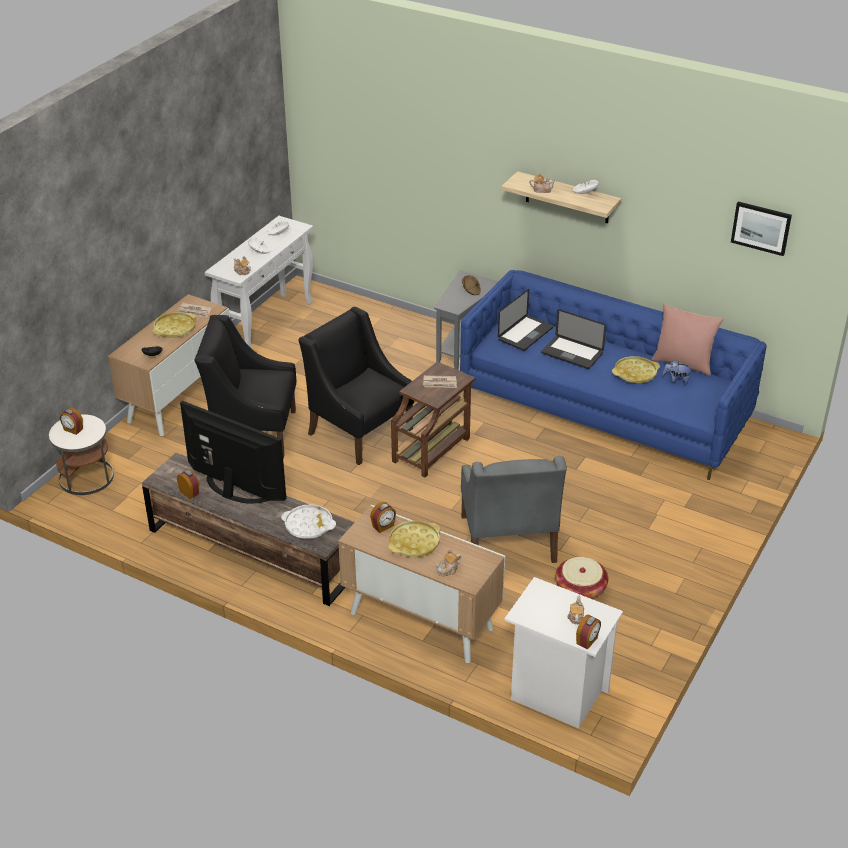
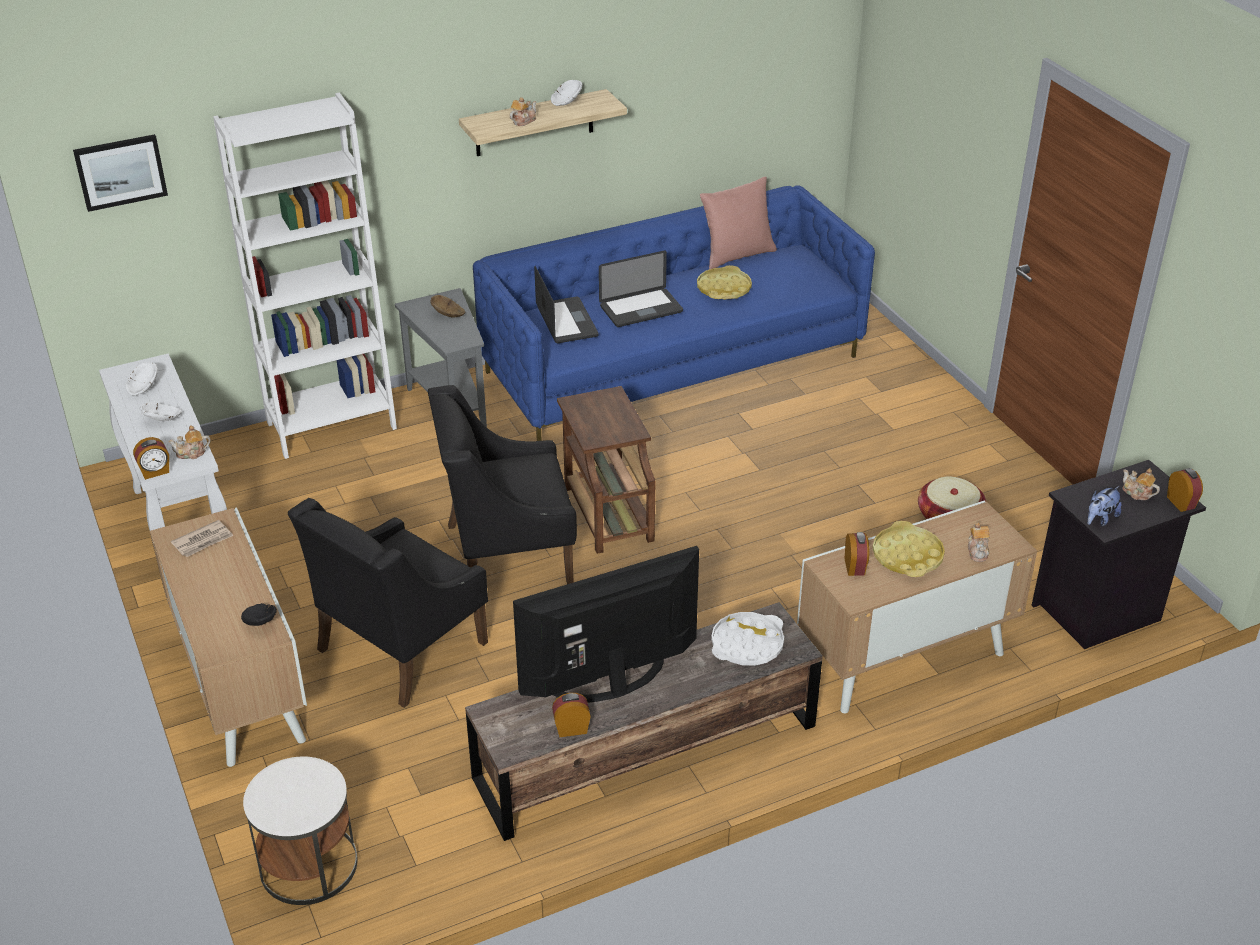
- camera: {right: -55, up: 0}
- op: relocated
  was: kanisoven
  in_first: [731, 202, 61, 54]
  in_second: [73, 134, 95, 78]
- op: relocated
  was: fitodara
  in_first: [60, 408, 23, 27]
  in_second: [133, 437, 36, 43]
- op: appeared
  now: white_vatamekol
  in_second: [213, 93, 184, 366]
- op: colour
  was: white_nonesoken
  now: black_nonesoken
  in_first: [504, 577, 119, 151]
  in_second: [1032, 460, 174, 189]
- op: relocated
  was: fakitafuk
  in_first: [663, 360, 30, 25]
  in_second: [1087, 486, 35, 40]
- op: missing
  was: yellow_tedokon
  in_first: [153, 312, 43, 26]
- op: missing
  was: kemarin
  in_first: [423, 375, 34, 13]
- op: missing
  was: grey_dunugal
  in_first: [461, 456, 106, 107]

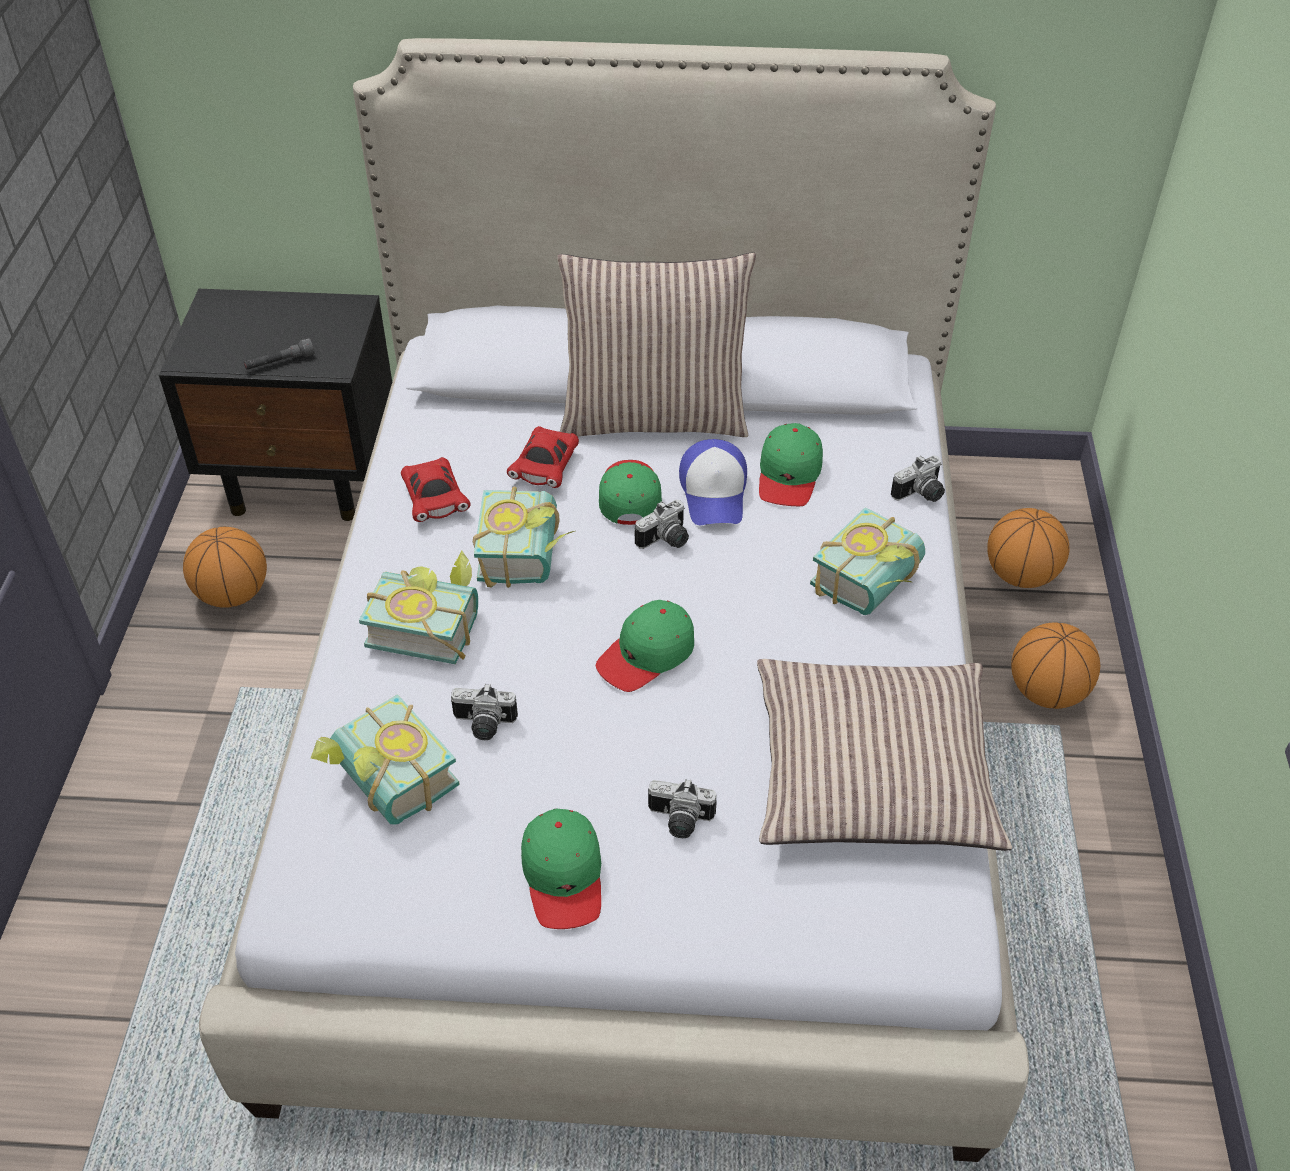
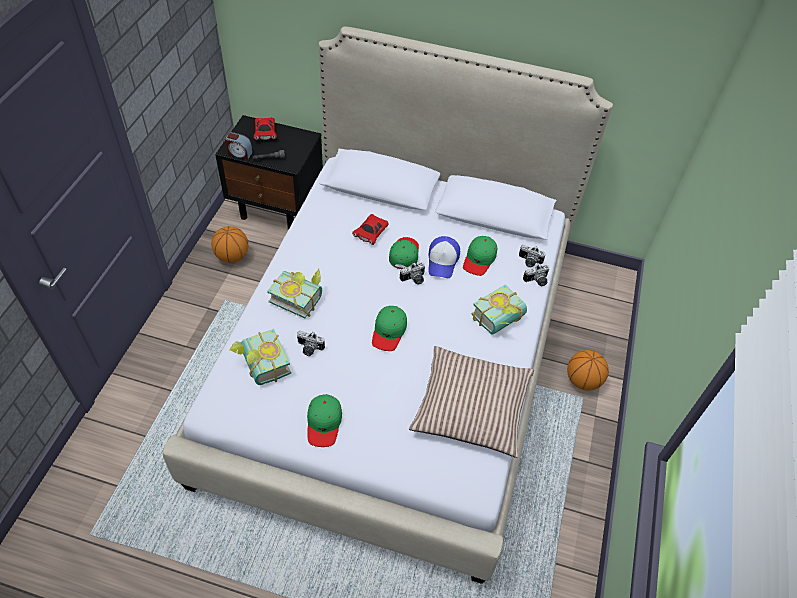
- camera: {right: 10, up: 5}
- op: appeared
  now: fitodara
  in_second: [225, 132, 28, 28]
- op: relocated
  was: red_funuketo
  in_first: [401, 457, 69, 65]
  in_second: [253, 117, 24, 23]
- op: spun
  was: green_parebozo
  in_first: [596, 600, 98, 92]
  in_second: [372, 306, 35, 45]
  clockwise: -45
- op: relocated
  was: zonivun
  in_first: [648, 779, 69, 59]
  in_second: [519, 245, 27, 23]
- op: missing
  was: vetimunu
  in_first: [473, 486, 101, 102]
- op: missing
  was: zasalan
  in_first: [557, 253, 199, 184]
- op: missing
  was: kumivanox
  in_first: [987, 508, 82, 80]

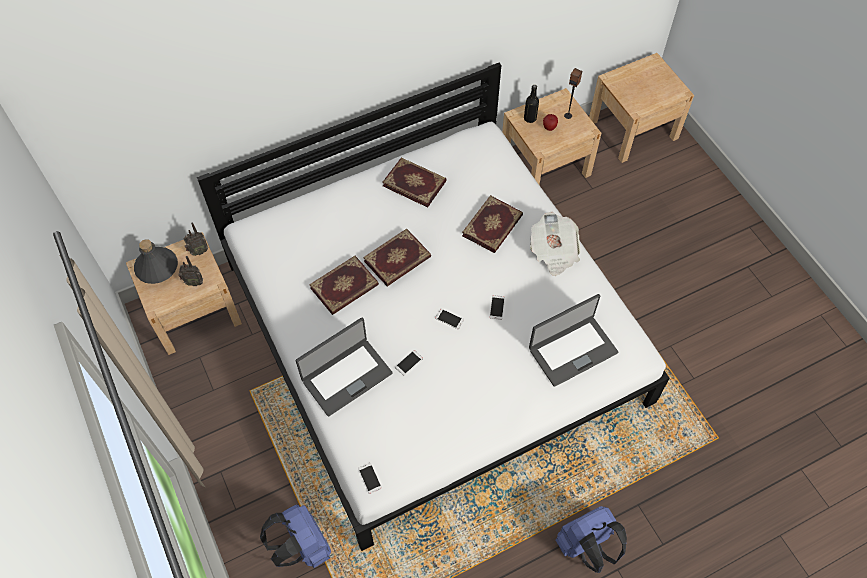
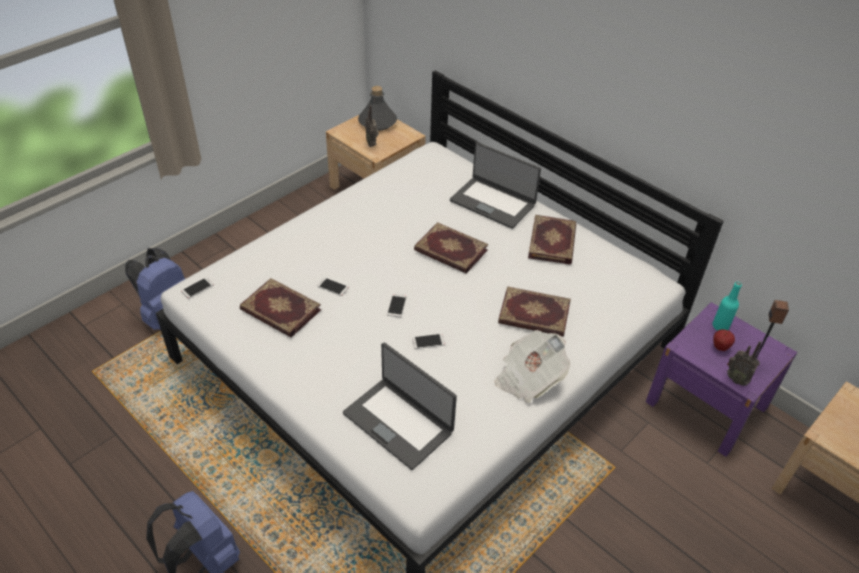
- camera: {right: 70, up: -15}
- op: relocated
  was: vetimunu
  in_first: [309, 256, 70, 59]
  in_second: [240, 278, 81, 59]
- op: relocated
  was: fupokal
  in_first: [296, 318, 97, 99]
  in_second: [450, 142, 91, 87]
- op: colour
  was: beige_nonesoken
  now: purple_nonesoken
  in_first: [502, 88, 99, 96]
  in_second: [646, 302, 151, 155]
- op: colour
  was: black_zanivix
  now: turquoise_zanivix
  in_first: [524, 85, 15, 38]
  in_second: [713, 282, 29, 49]
- op: relocated
  was: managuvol
  in_first: [183, 222, 25, 34]
  in_second: [727, 341, 35, 45]

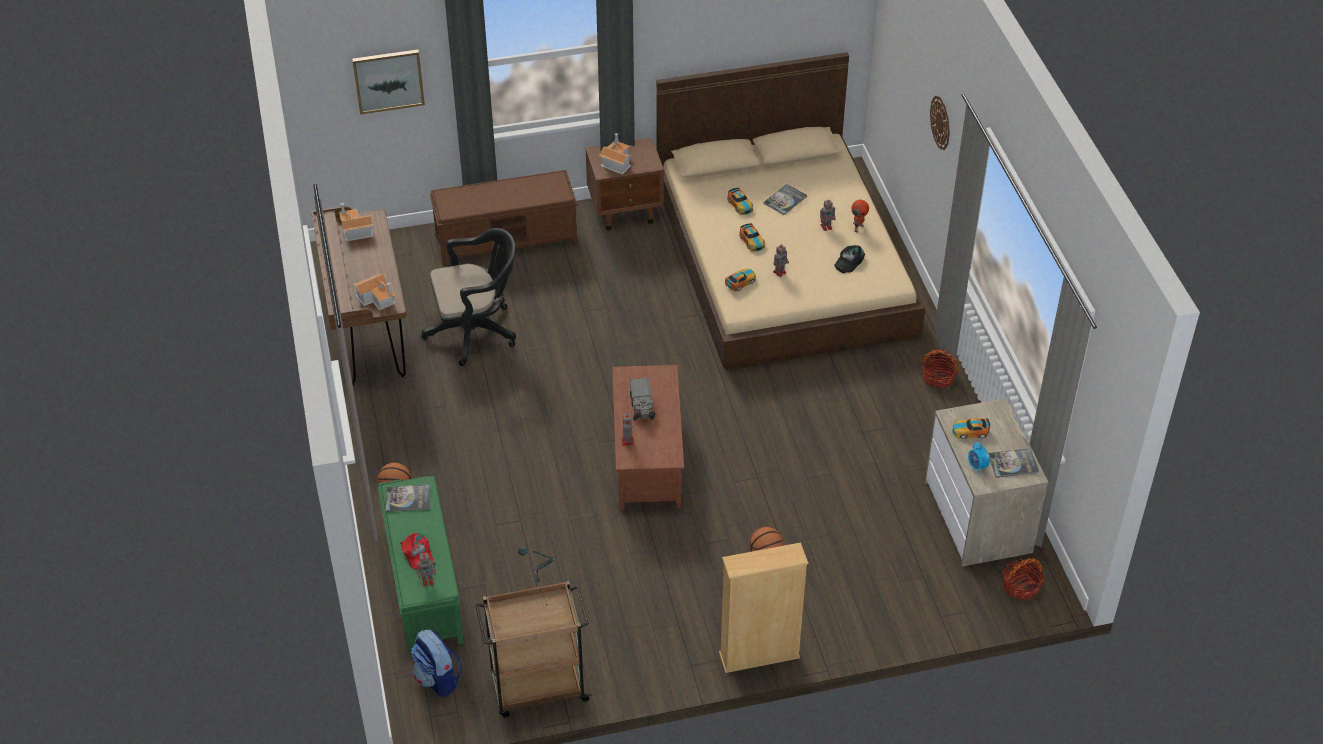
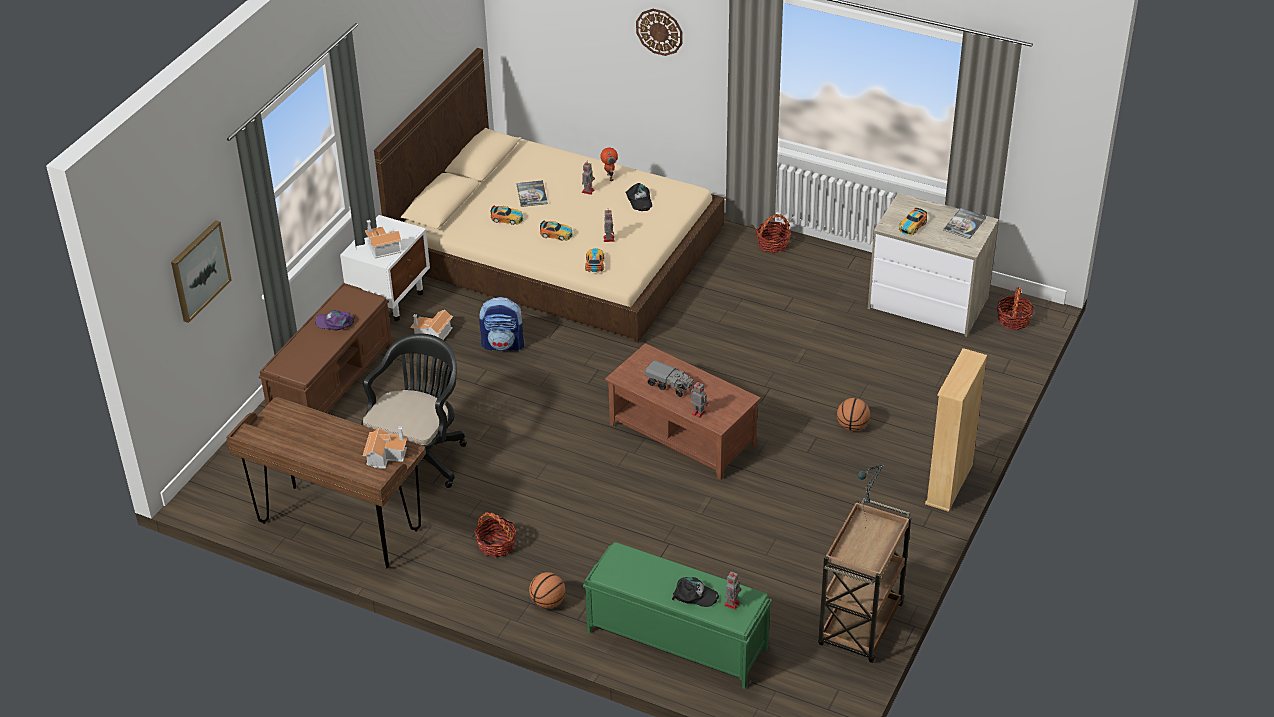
- camera: {right: -50, up: -5}
- op: appeared
  now: purple_parebozo
  in_second: [315, 310, 40, 20]
- op: colour
  was: brown_nonesoken
  now: white_nonesoken
  in_first: [585, 138, 79, 92]
  in_second: [340, 215, 90, 106]
- op: relocated
  was: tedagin
  in_first: [339, 202, 34, 39]
  in_second: [410, 310, 43, 30]
- op: appeared
  now: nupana
  in_second: [475, 512, 42, 46]
- op: relocated
  was: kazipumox
  in_first: [411, 629, 51, 68]
  in_second: [479, 297, 45, 54]
- op: colour
  was: red_parebozo
  now: black_parebozo
  in_first: [400, 533, 33, 37]
  in_second: [672, 577, 47, 30]
- op: missing
  was: vetimunu
  in_first: [385, 484, 45, 28]
- op: missing
  was: fitodara
  in_first: [968, 442, 22, 31]

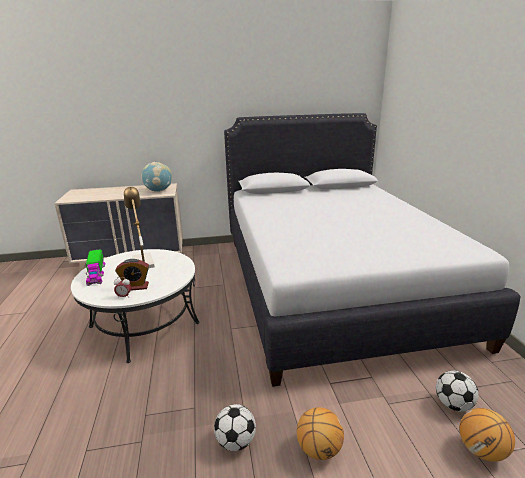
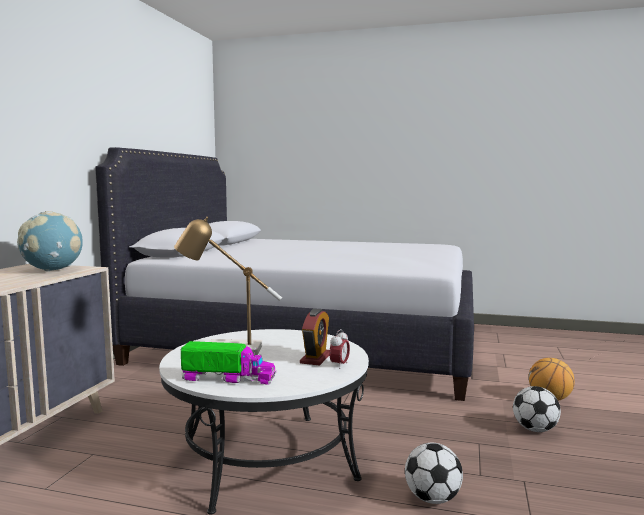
- camera: {right: -65, up: -15}
- op: relocated
  was: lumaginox
  in_first: [436, 371, 43, 40]
  in_second: [405, 442, 58, 62]
- op: missing
  was: kumivanox
  in_first: [460, 408, 55, 54]

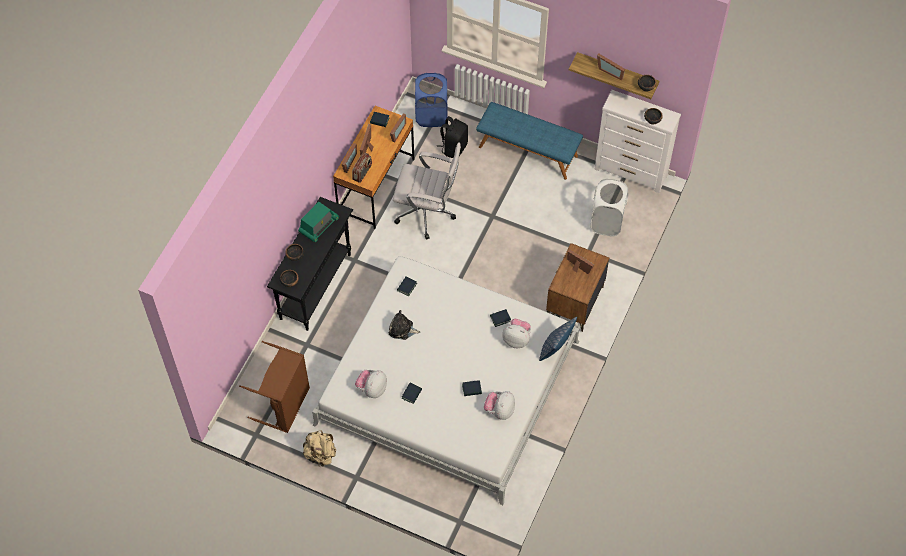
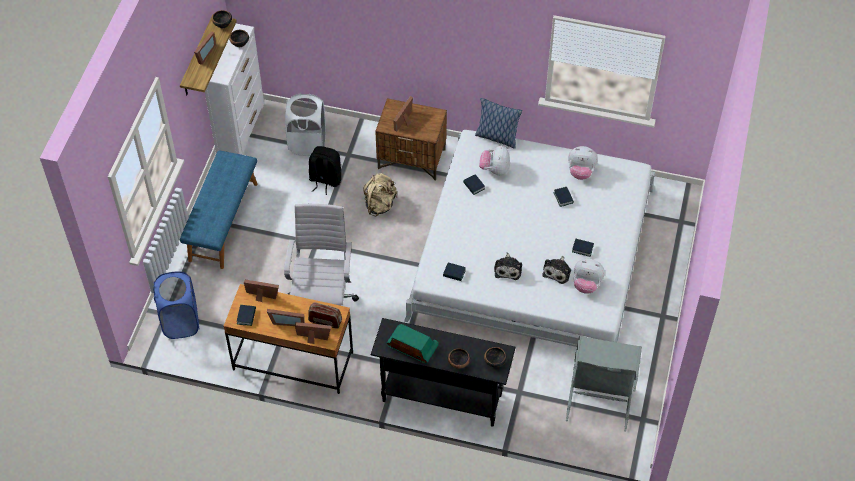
- camera: {right: -100, up: -5}
- op: relocated
  was: black_kazipumox
  in_first: [437, 116, 31, 42]
  in_second: [309, 146, 32, 49]
- op: relocated
  was: beige_kazipumox
  in_first: [303, 430, 33, 36]
  in_second: [363, 173, 34, 43]
- op: appeared
  now: fakitafuk
  in_second: [542, 256, 29, 28]
- op: colour
  was: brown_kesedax
  now: grey_kesedax
  in_first: [239, 341, 71, 92]
  in_second: [566, 336, 76, 96]

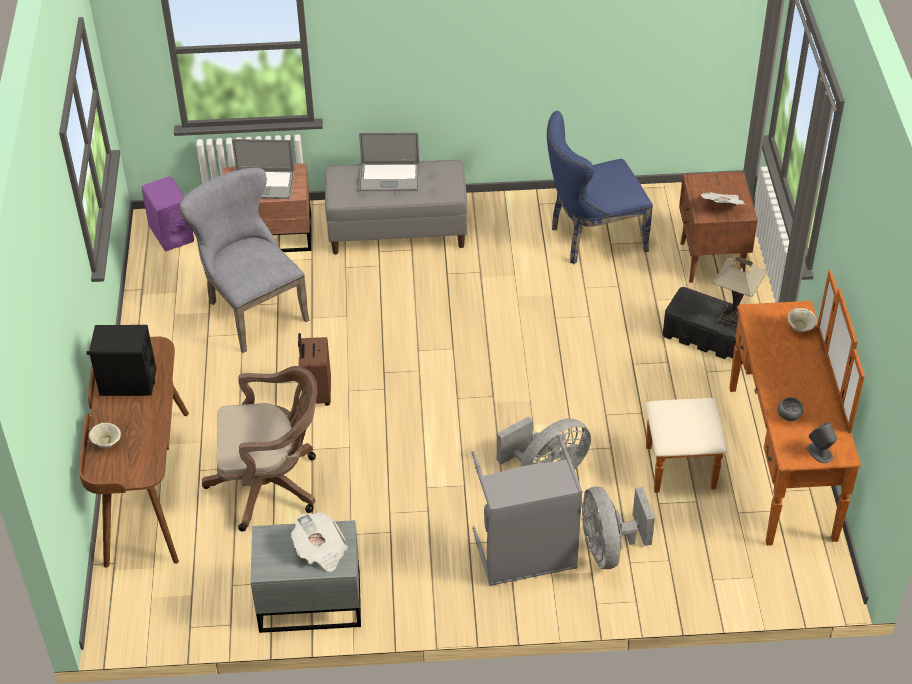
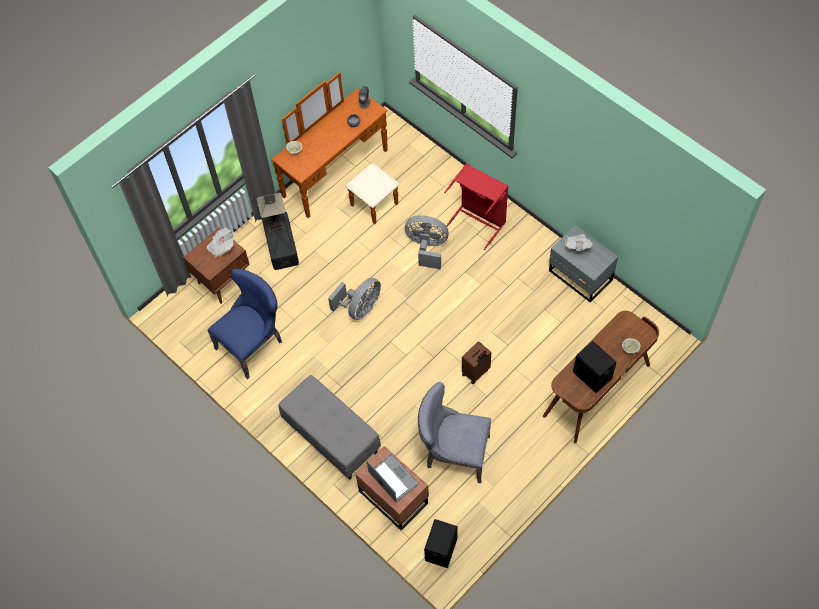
- camera: {right: -130, up: 15}
- op: spun
  was: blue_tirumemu
  in_first: [547, 111, 106, 153]
  in_second: [207, 269, 75, 110]
  clockwise: -75
- op: relocated
  was: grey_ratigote
  in_first: [581, 486, 74, 83]
  in_second: [328, 278, 53, 42]
- op: spun
  was: grey_tirumemu
  in_first: [179, 168, 130, 185]
  in_second: [418, 382, 73, 101]
  clockwise: 90
- op: colour
  was: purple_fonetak
  now: black_fonetak
  in_first: [141, 176, 53, 75]
  in_second: [424, 519, 34, 49]
- op: colour
  was: grey_kesedax
  now: red_kesedax
  in_first: [471, 435, 112, 151]
  in_second: [444, 163, 64, 87]
- op: missing
  was: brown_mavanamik
  in_first: [202, 366, 115, 166]
- op: missing
  was: fupokal
  in_first: [359, 132, 60, 59]

